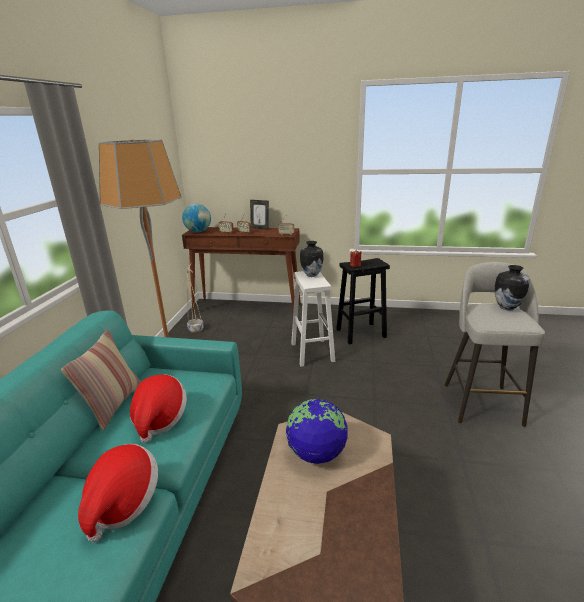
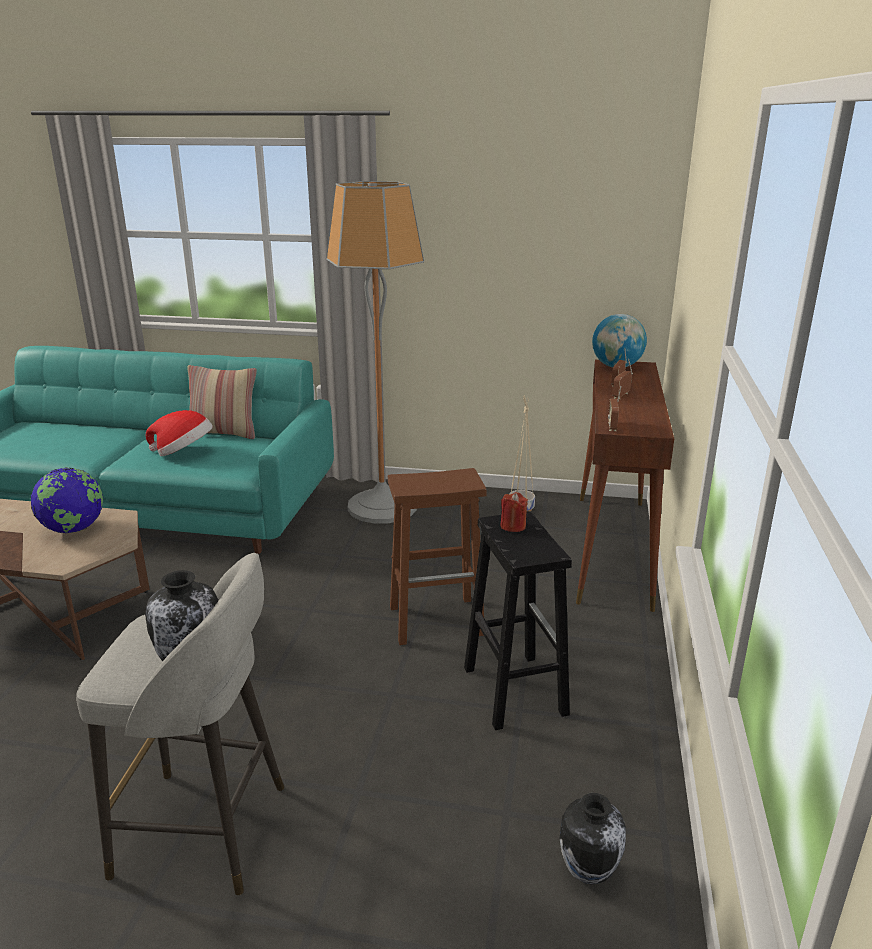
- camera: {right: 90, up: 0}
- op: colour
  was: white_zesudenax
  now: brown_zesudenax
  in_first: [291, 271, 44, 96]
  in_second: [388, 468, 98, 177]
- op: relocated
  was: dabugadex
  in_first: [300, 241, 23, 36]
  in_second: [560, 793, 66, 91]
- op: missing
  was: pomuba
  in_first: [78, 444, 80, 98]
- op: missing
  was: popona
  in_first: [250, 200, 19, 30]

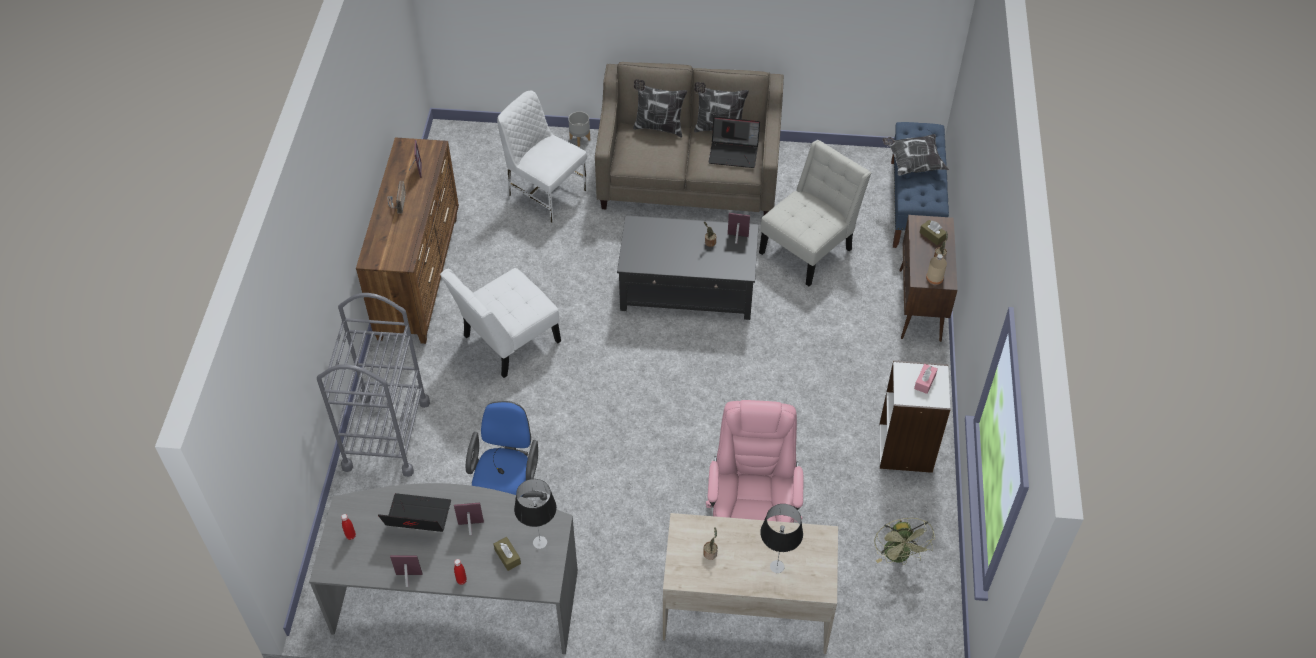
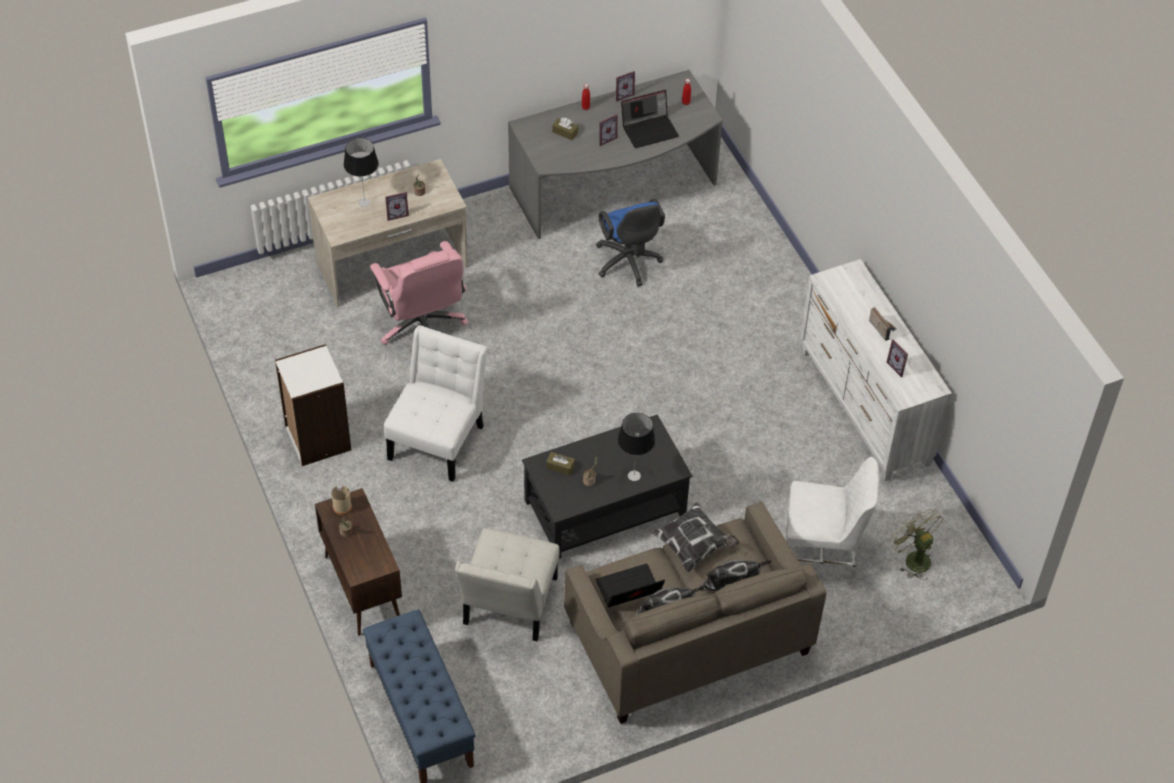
- camera: {right: 150, up: 0}
- op: relocated
  was: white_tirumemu
  in_first: [440, 268, 121, 110]
  in_second: [384, 325, 103, 157]
- op: relocated
  was: popona
  in_first: [728, 213, 22, 31]
  in_second: [385, 192, 24, 29]
- op: relocated
  was: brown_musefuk
  in_first: [920, 220, 26, 25]
  in_second: [546, 452, 29, 23]
- op: relocated
  was: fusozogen
  in_first: [514, 479, 43, 70]
  in_second: [618, 413, 37, 68]
- op: relocated
  was: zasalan
  in_first: [882, 134, 67, 42]
  in_second: [650, 502, 89, 71]
- op: colour
  was: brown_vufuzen
  now: white_vufuzen
  in_first: [356, 137, 103, 207]
  in_second: [800, 259, 152, 222]
- op: relocated
  was: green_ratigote
  in_first: [874, 518, 61, 47]
  in_second: [890, 509, 53, 71]
- op: missing
  was: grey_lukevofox
  in_first: [317, 293, 113, 184]
- op: missing
  was: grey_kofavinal
  in_first: [568, 111, 22, 35]
- op: missing
  was: pink_musefuk
  in_first: [914, 364, 24, 30]

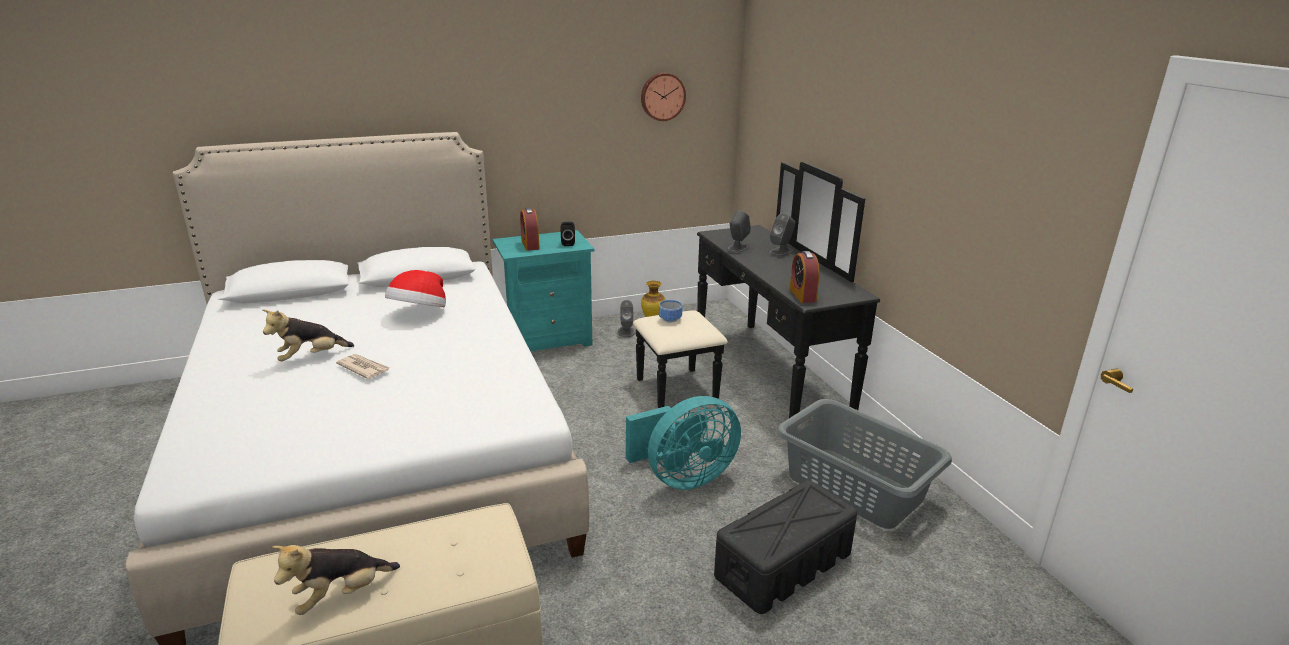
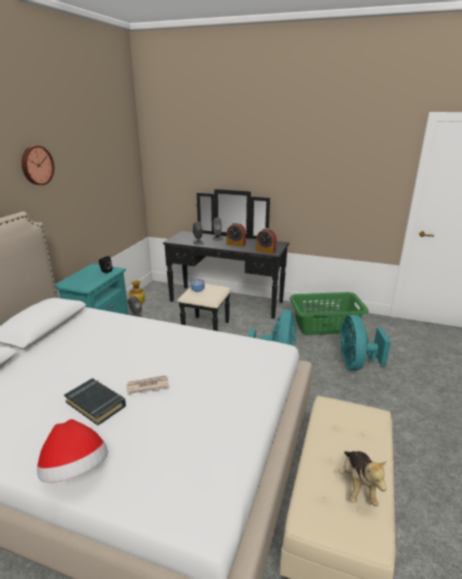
- camera: {right: -50, up: 0}
- op: relocated
  was: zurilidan
  in_first: [641, 73, 45, 48]
  in_second: [22, 145, 32, 40]
- op: relocated
  was: pomuba
  in_first: [385, 270, 61, 37]
  in_second: [37, 419, 71, 64]
- op: exchanged
  was: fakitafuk
  now: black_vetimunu
  in_first: [263, 310, 91, 51]
  in_second: [64, 378, 62, 47]
- op: relocated
  was: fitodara
  in_first: [520, 208, 20, 43]
  in_second: [227, 222, 19, 25]
- op: colour
  was: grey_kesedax
  now: green_kesedax
  in_first: [777, 399, 175, 130]
  in_second: [290, 292, 79, 43]
- op: exchanged
  was: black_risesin
  now: turquoise_ratigote
  in_first: [714, 480, 143, 134]
  in_second: [340, 315, 51, 56]

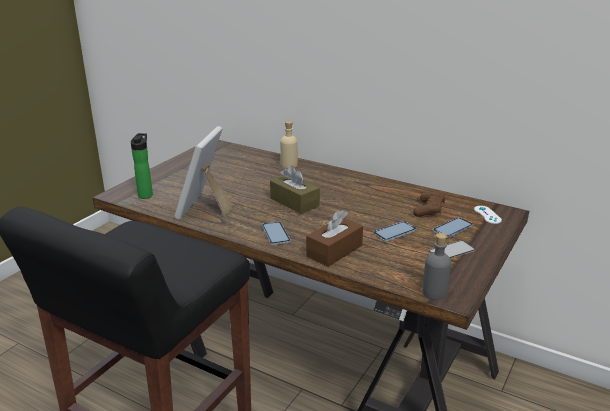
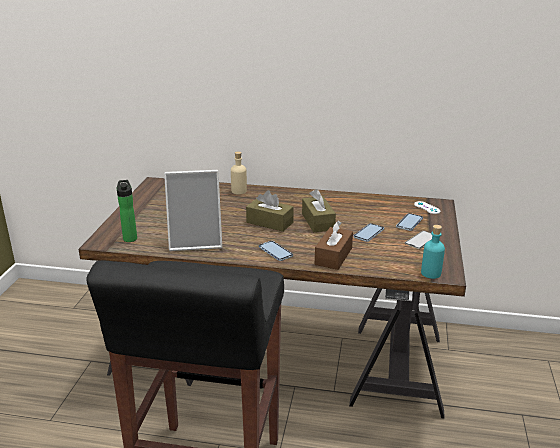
- camera: {right: -20, up: 0}
- op: spun
  was: popona
  in_first: [175, 126, 58, 93]
  in_second: [164, 170, 58, 81]
  clockwise: -90
- op: appeared
  now: brown_musefuk
  in_second: [302, 189, 34, 43]
- op: colour
  was: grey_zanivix
  now: turquoise_zanivix
  in_first: [422, 233, 29, 67]
  in_second: [421, 225, 24, 54]
- op: missing
  was: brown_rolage
  in_first: [413, 192, 33, 25]

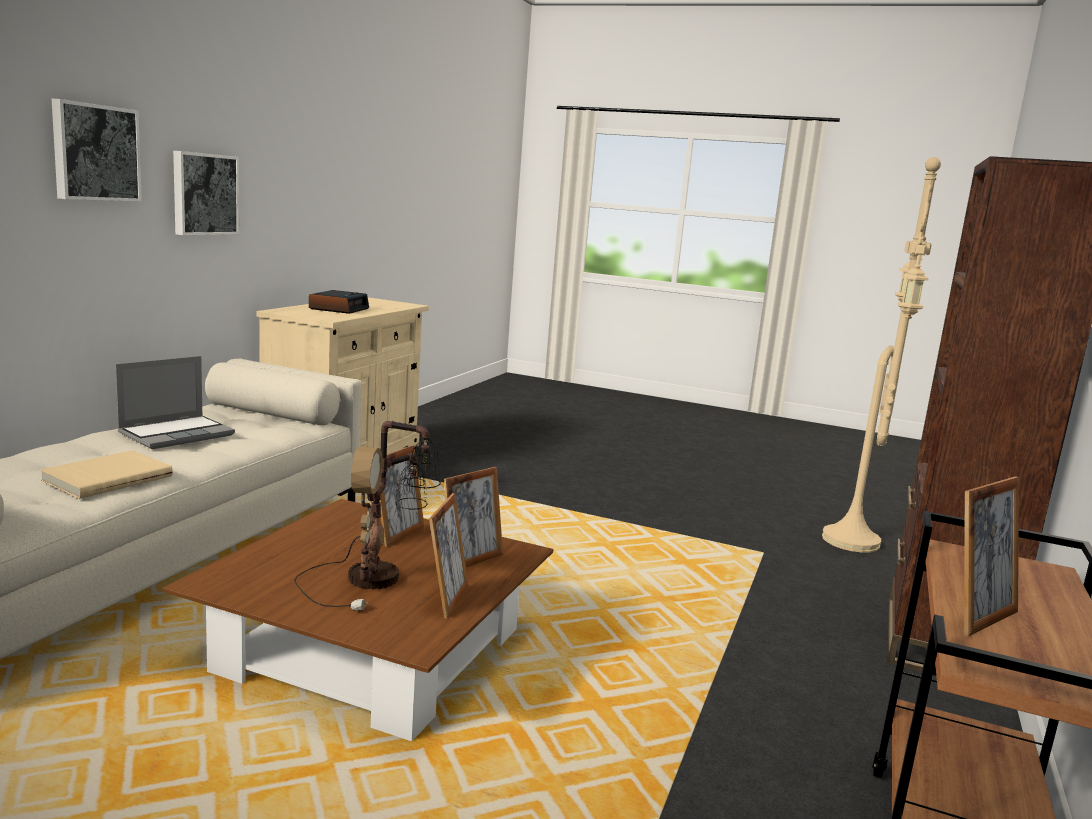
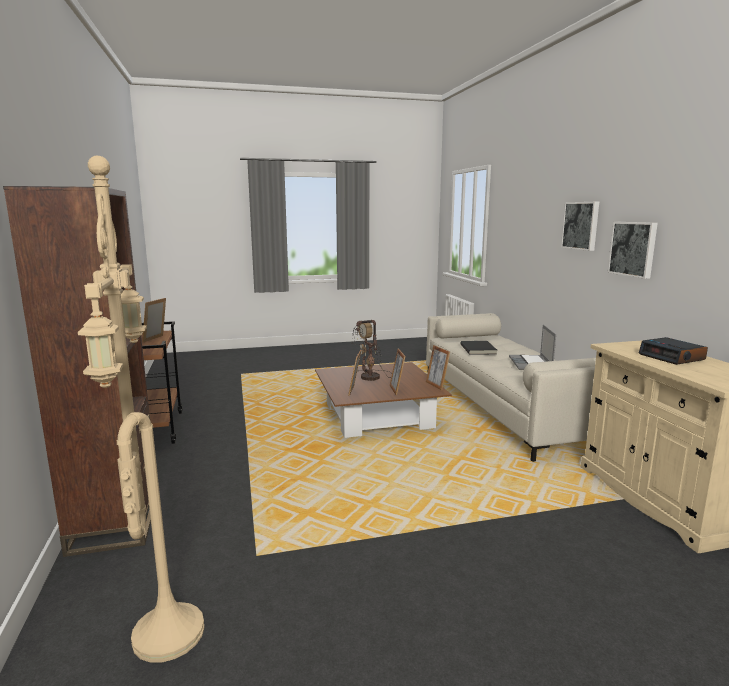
- camera: {right: 145, up: 0}
- op: relocated
  was: popona
  in_first: [429, 493, 39, 125]
  in_second: [426, 345, 24, 45]
- op: colour
  was: beige_vetimunu
  now: black_vetimunu
  in_first: [40, 450, 133, 49]
  in_second: [461, 341, 36, 14]

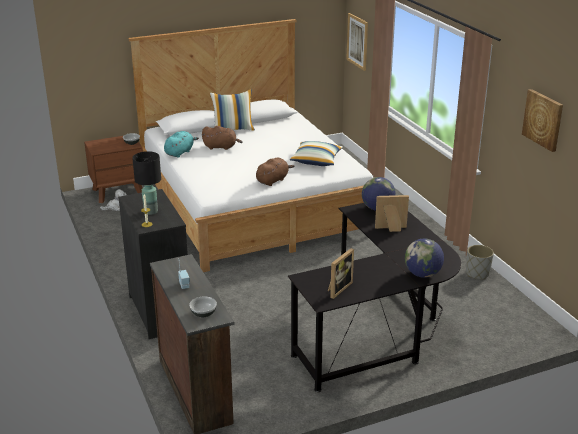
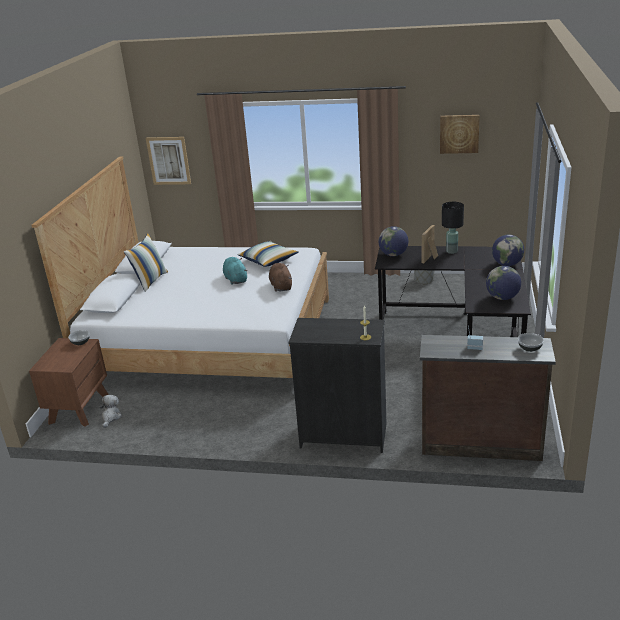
- camera: {right: -55, up: 0}
- op: relocated
  was: turquoise_fakitafuk
  in_first: [164, 131, 35, 27]
  in_second: [223, 257, 25, 28]
- op: relocated
  was: black_fusozogen
  in_first: [132, 151, 29, 64]
  in_second: [442, 202, 22, 52]
- op: exchanged
  was: popona
  now: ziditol
  in_first: [328, 248, 26, 51]
  in_second: [486, 266, 35, 34]
- op: missing
  was: brown_fakitafuk
  in_first: [202, 126, 41, 24]

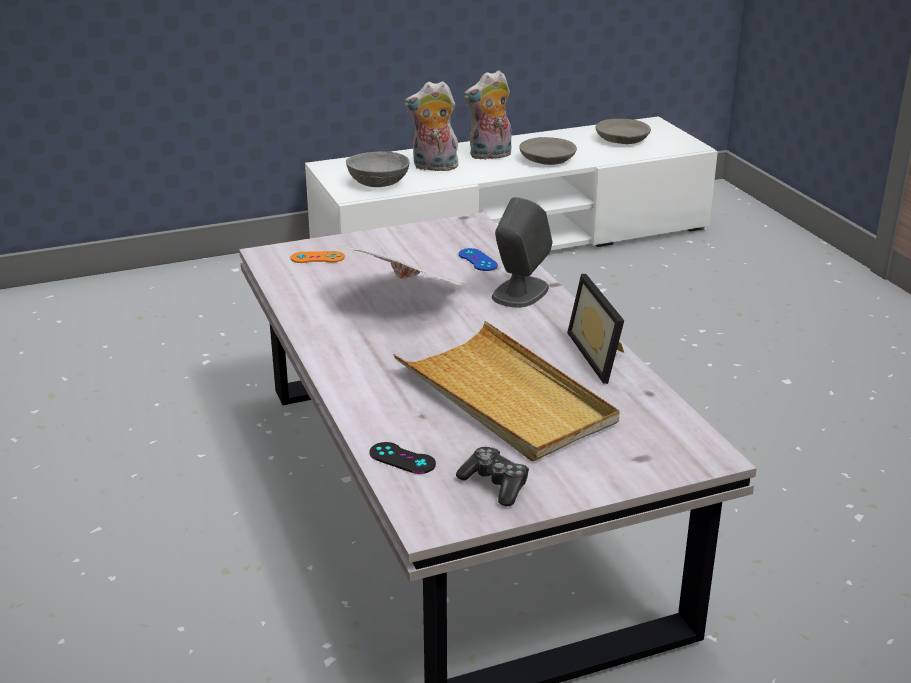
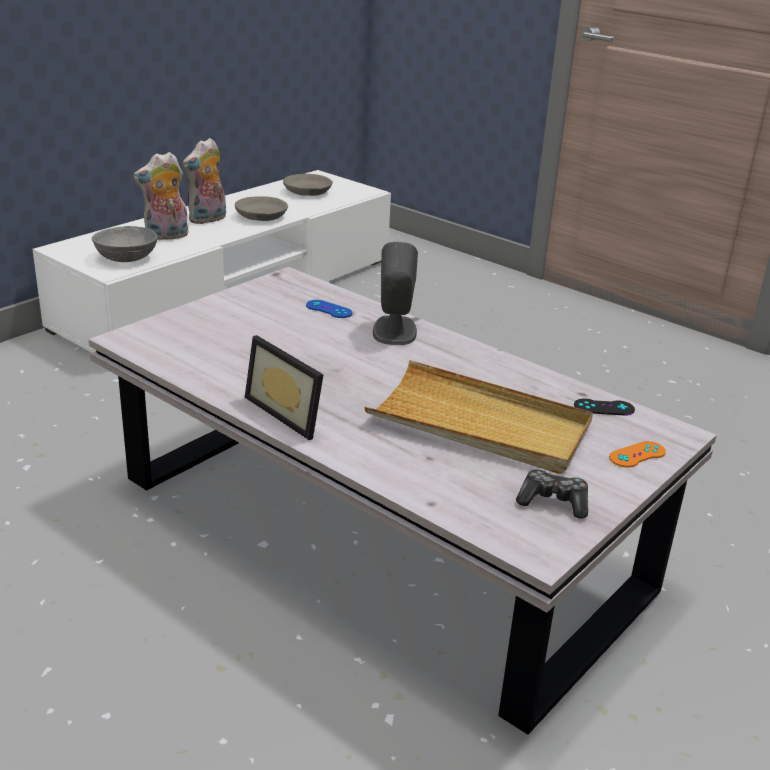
- camera: {right: -30, up: 0}
- op: relocated
  was: popona
  in_first: [567, 274, 57, 110]
  in_second: [245, 335, 79, 105]
- op: relocated
  was: black_rolage
  in_first: [369, 442, 67, 32]
  in_second: [574, 398, 61, 18]
- op: relocated
  was: orange_rolage
  in_first: [291, 251, 54, 12]
  in_second: [609, 441, 57, 27]
- op: missing
  was: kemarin
  in_first: [337, 246, 131, 40]

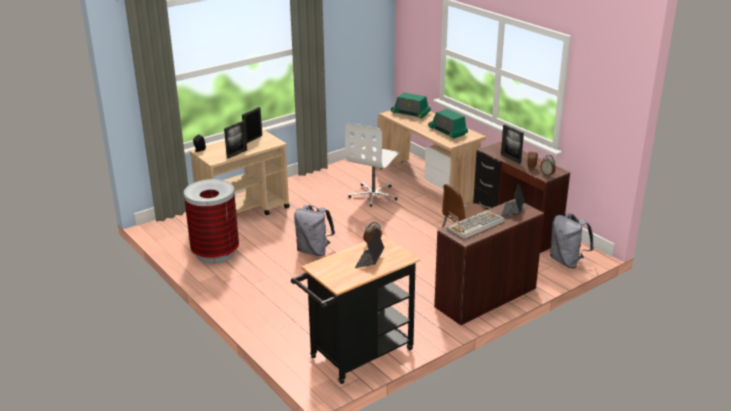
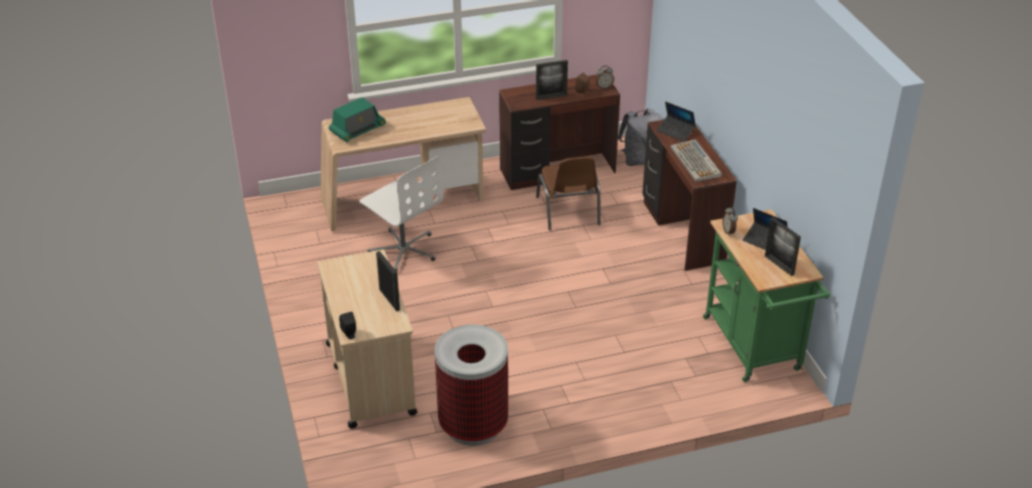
- camera: {right: -70, up: 10}
- op: colour
  was: black_lukevofox
  now: green_lukevofox
  in_first: [291, 235, 129, 149]
  in_second: [703, 209, 127, 173]
- op: relocated
  was: popona
  in_first: [242, 107, 20, 36]
  in_second: [765, 217, 36, 59]
- op: missing
  was: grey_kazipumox
  in_first: [294, 205, 41, 51]
- op: missing
  was: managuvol
  in_first: [428, 109, 40, 30]

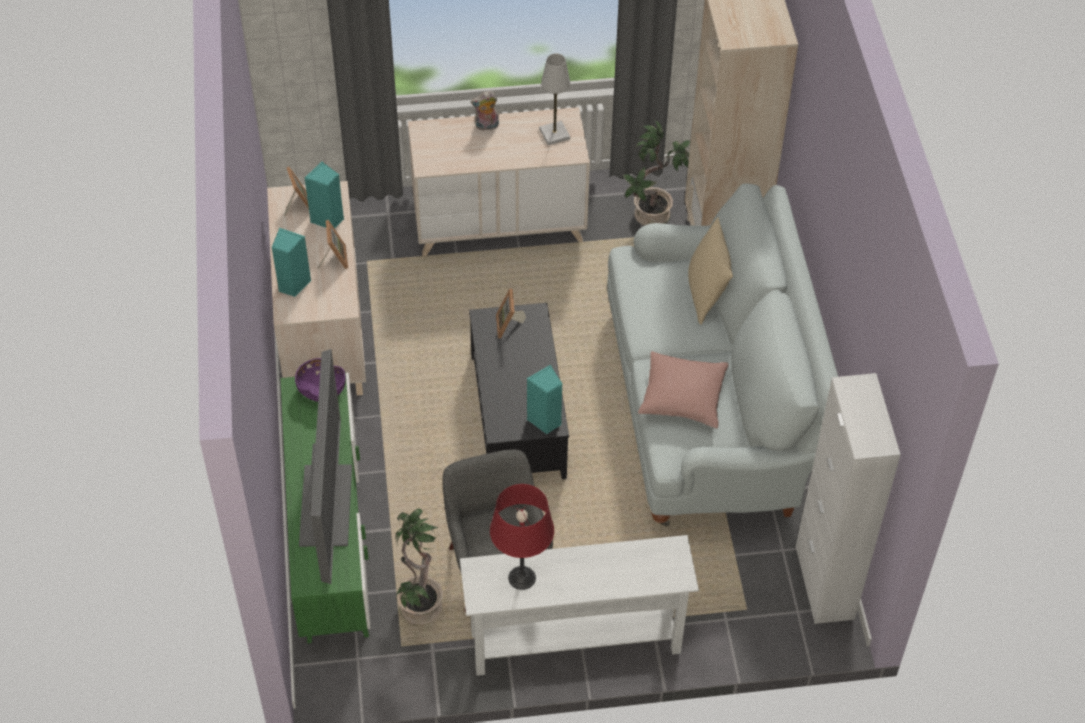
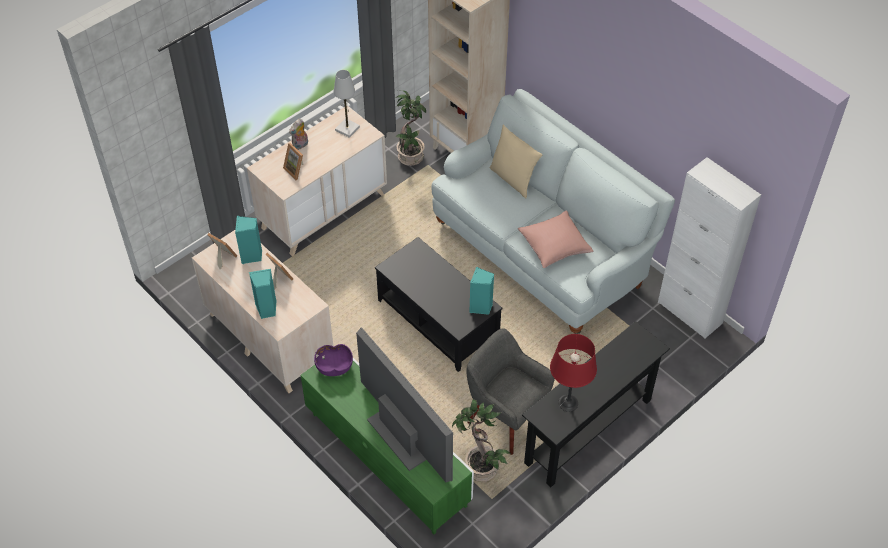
- camera: {right: -35, up: 0}
- op: relocated
  was: popona
  in_first: [496, 288, 30, 50]
  in_second: [283, 143, 21, 37]
- op: colour
  was: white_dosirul
  now: black_dosirul
  in_first: [460, 535, 239, 141]
  in_second: [522, 321, 148, 166]

